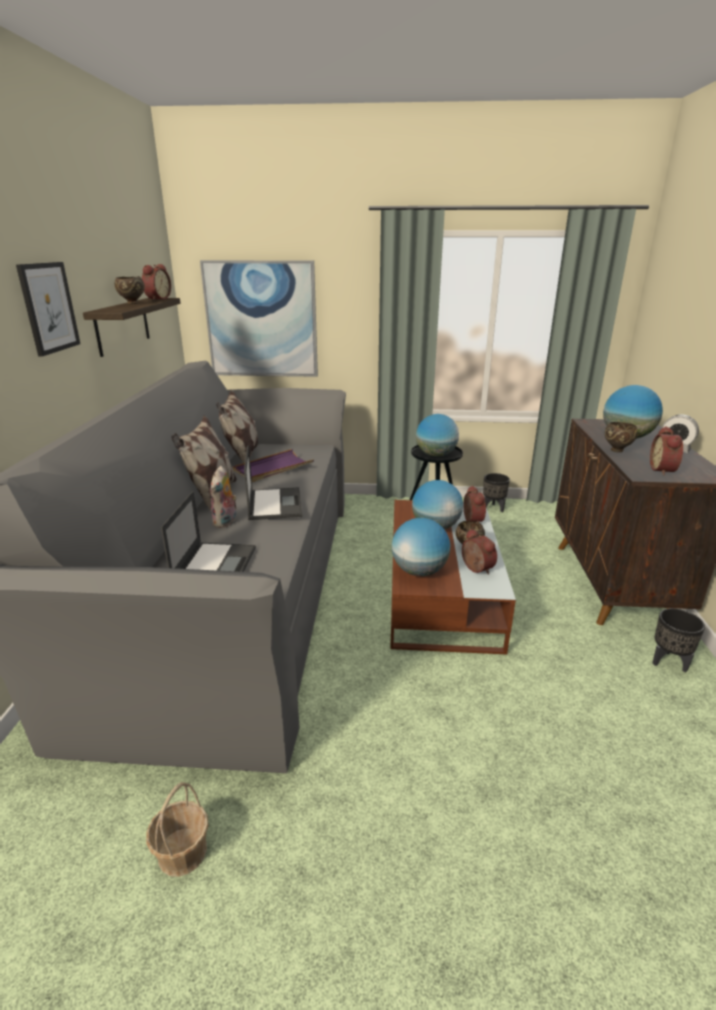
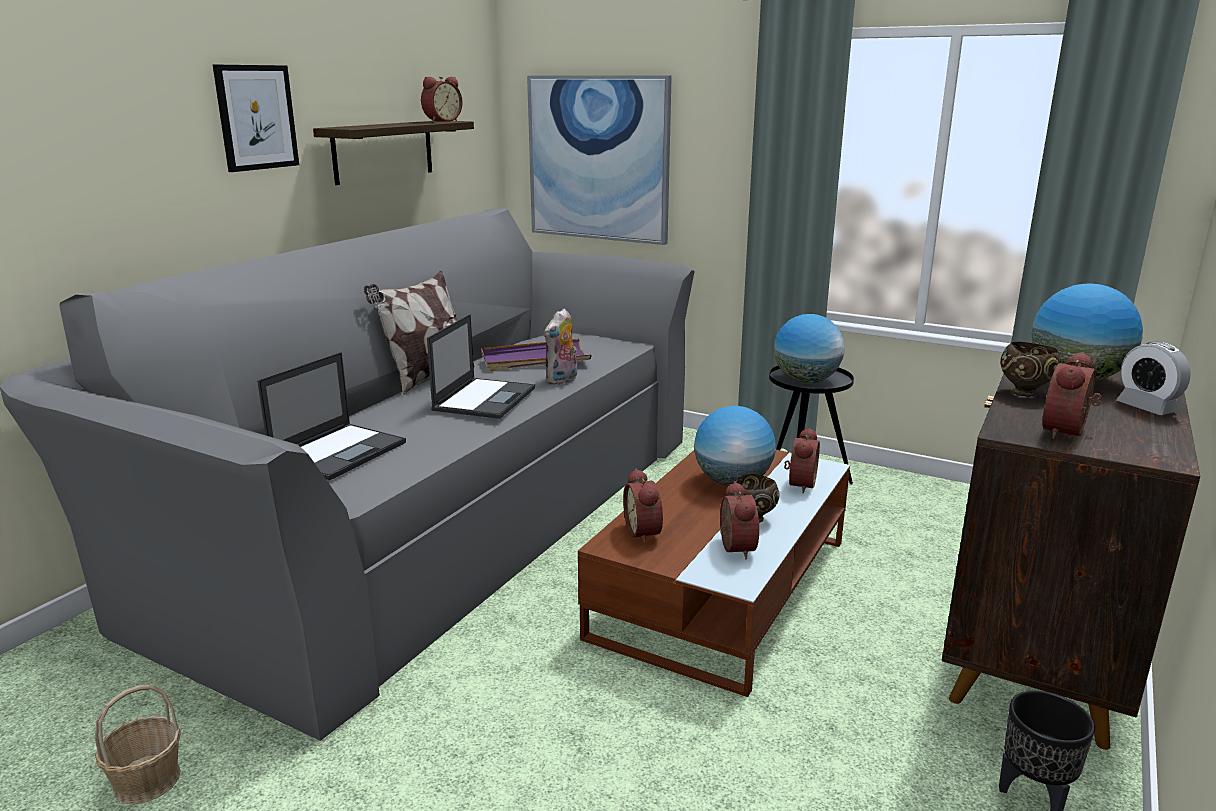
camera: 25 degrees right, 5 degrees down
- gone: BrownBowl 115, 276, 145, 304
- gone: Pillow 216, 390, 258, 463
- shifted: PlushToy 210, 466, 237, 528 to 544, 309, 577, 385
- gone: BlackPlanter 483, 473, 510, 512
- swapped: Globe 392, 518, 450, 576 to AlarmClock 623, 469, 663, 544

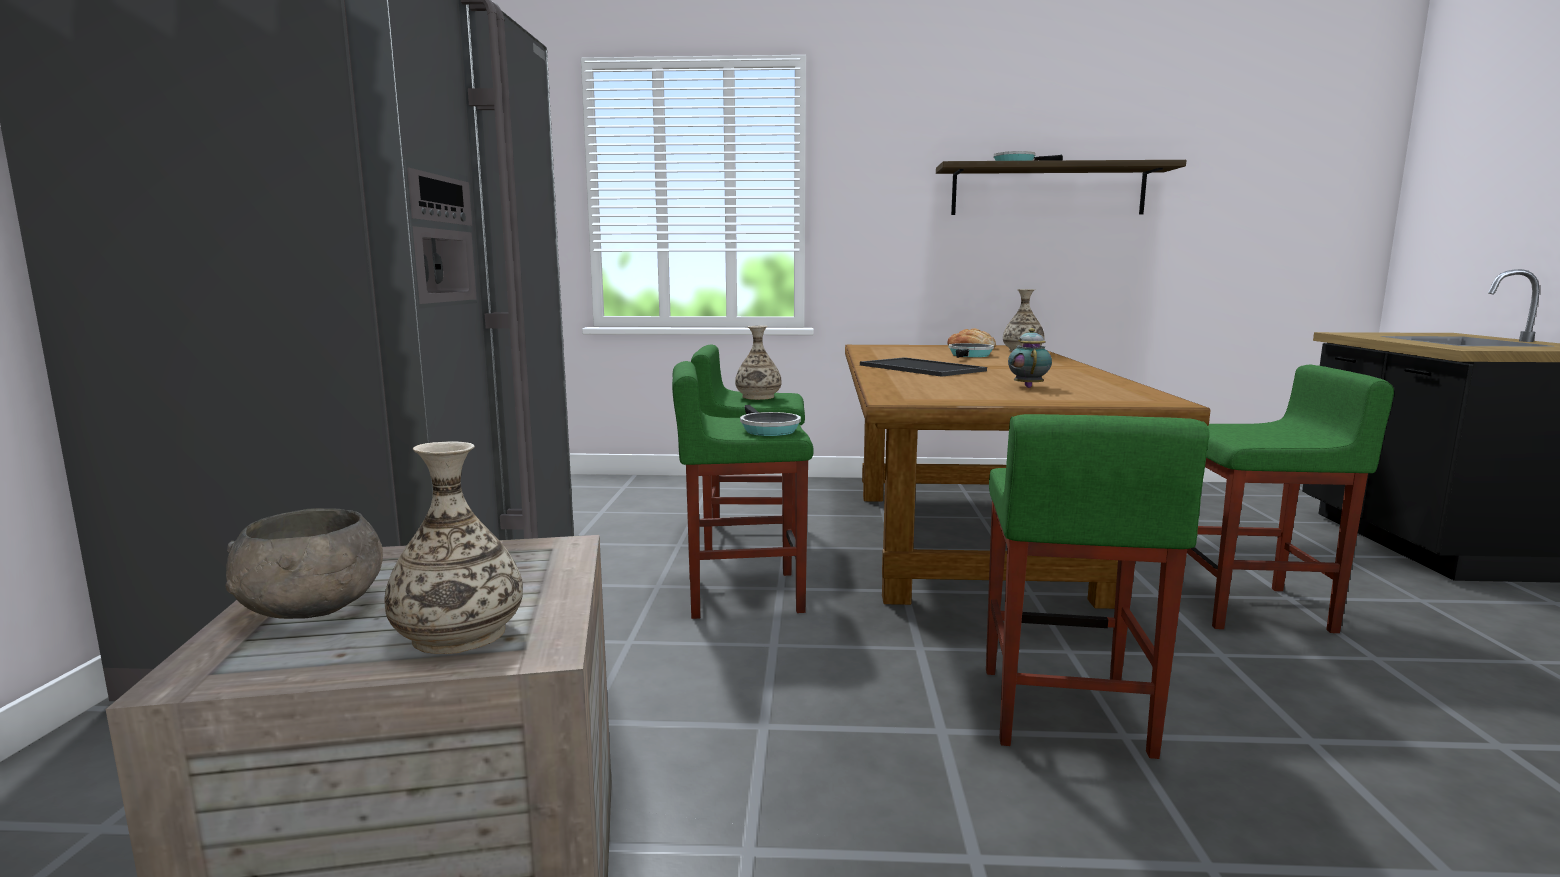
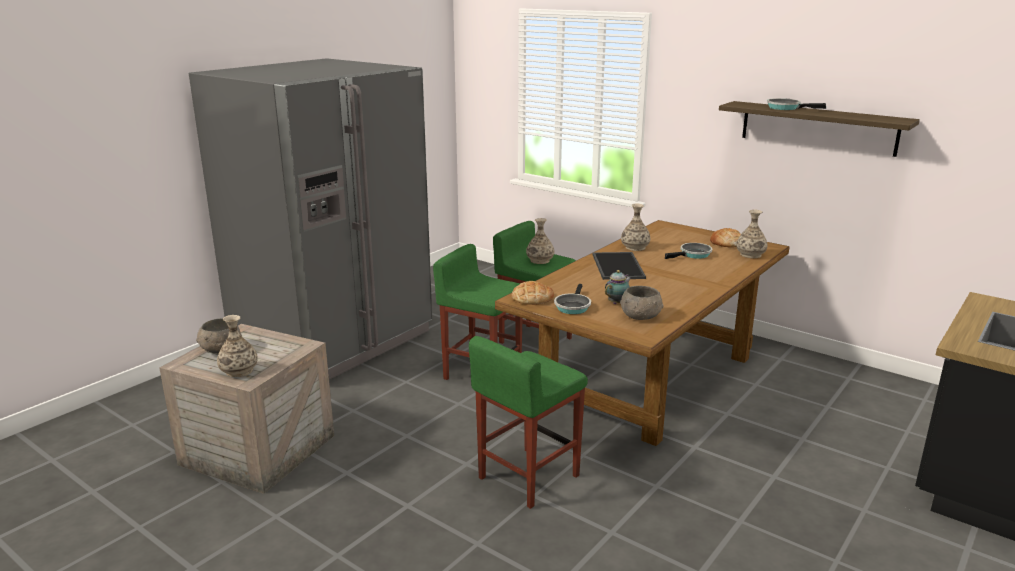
camera: 35 degrees right, 10 degrees up
- gone: GreenStool 1187, 365, 1394, 633
- shifted: FryingPan 740, 405, 801, 436 to 554, 284, 591, 314
- new: Vase 621, 204, 650, 251
- new: Bread 512, 281, 554, 305
- new: GreyBowl 620, 286, 663, 320

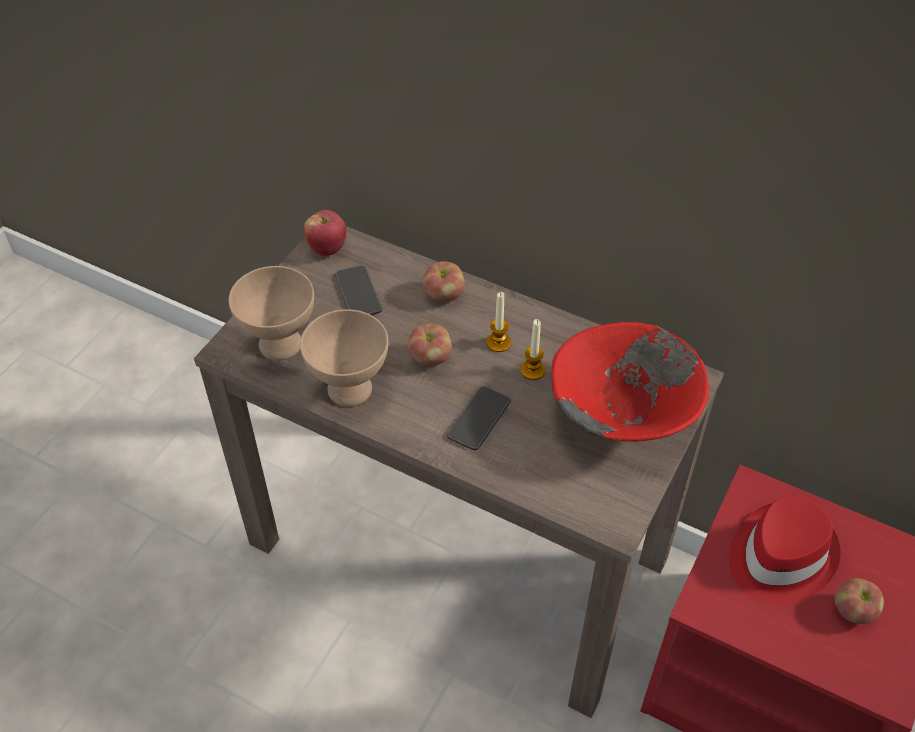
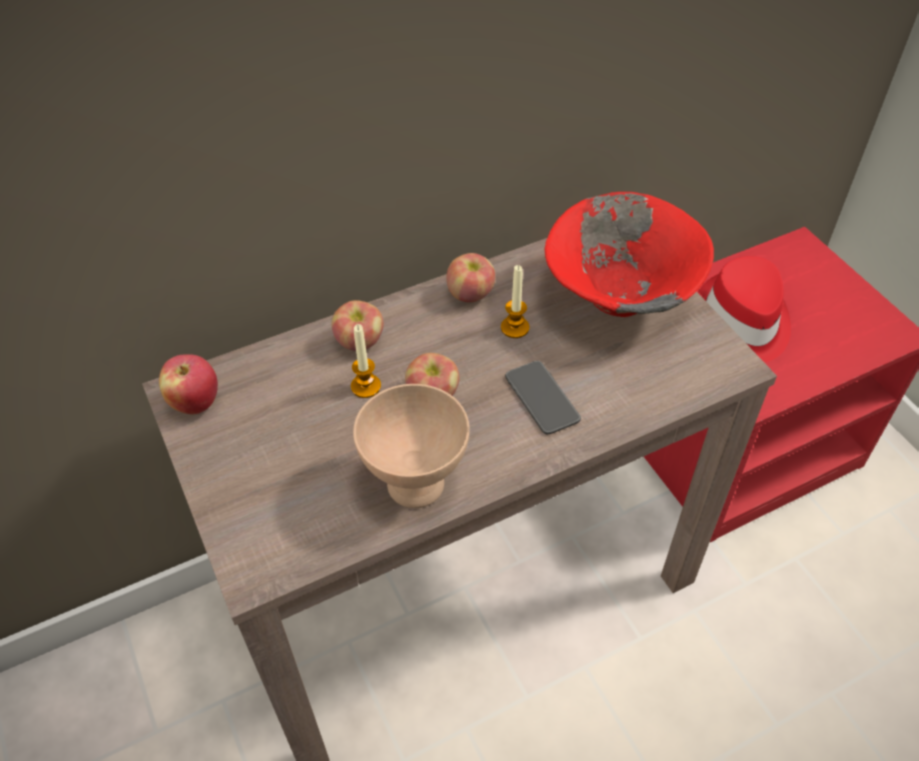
camera: 55 degrees left, 0 degrees up
- gone: Phone 335, 265, 382, 315
- gone: BeigeBowl 229, 266, 314, 360
- shifted: Candle 486, 292, 511, 352 to 351, 324, 381, 398
- shifted: Apple 835, 578, 884, 624 to 446, 253, 495, 302

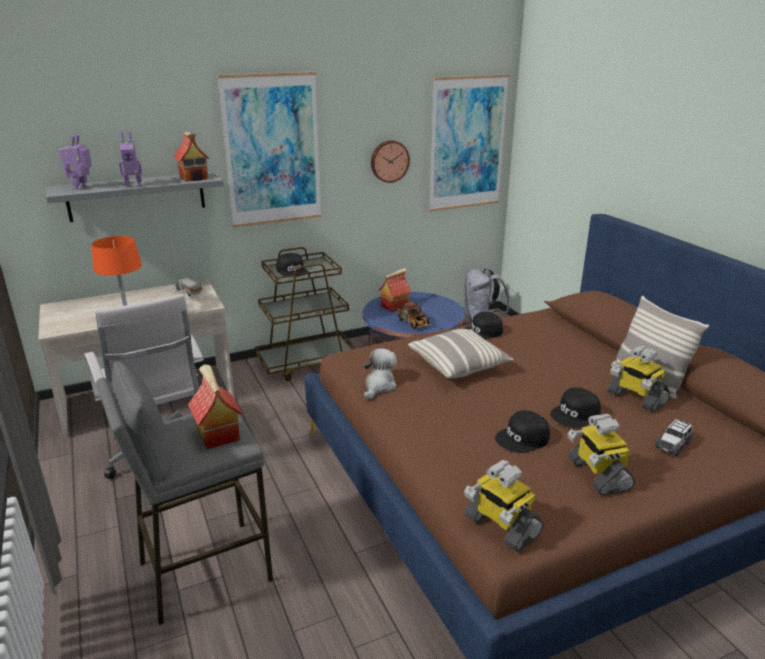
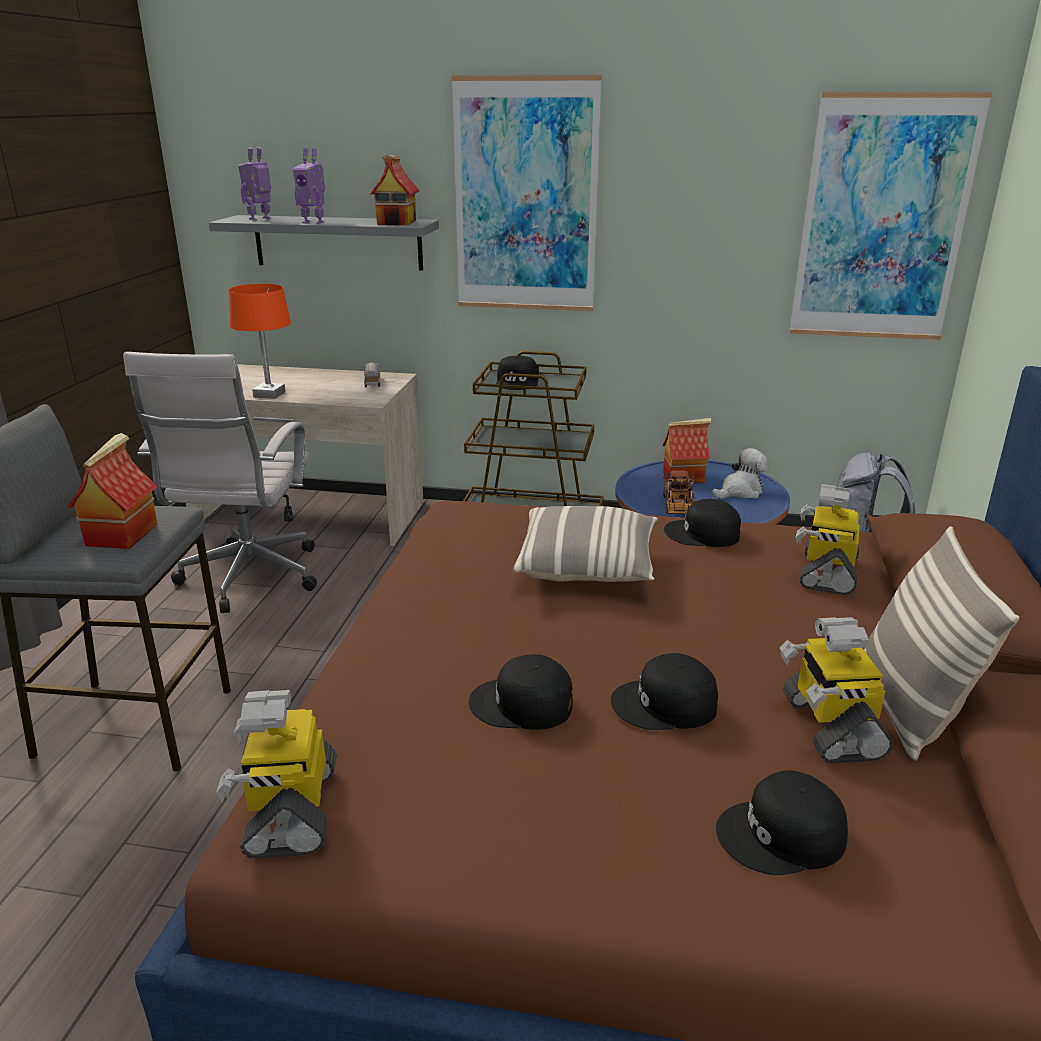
camera: 35 degrees right, 0 degrees up
- gone: WallClock 371, 140, 410, 183
- shifted: PlushToy 364, 348, 397, 400 to 712, 448, 768, 499
- shifted: ToyRobot 568, 414, 635, 496 to 796, 484, 860, 595
- swapped: ToyCar 654, 419, 693, 457 to BlackCap 716, 770, 848, 875

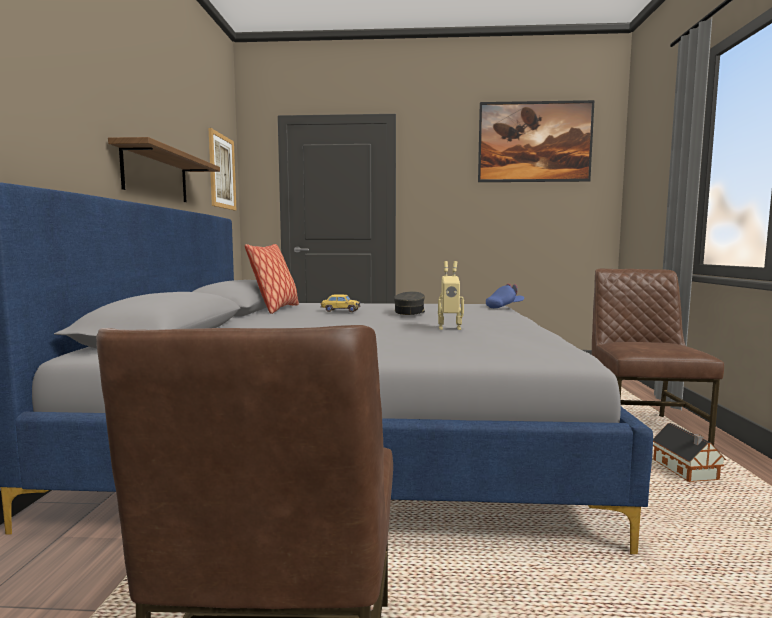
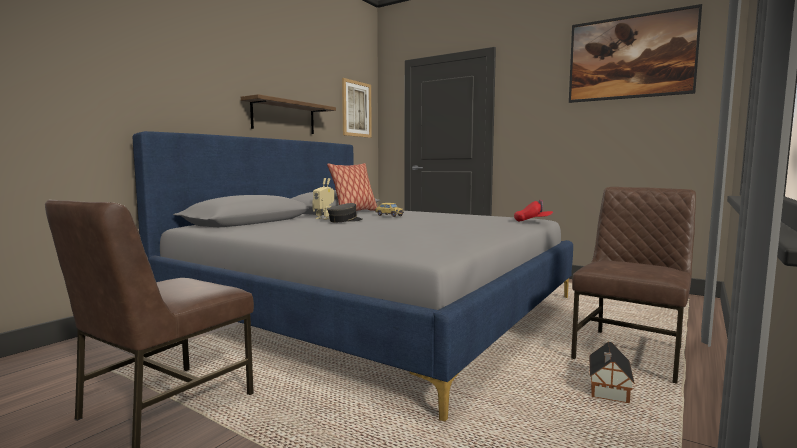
camera: 30 degrees right, 0 degrees up
- shifted: ToyRobot 438, 261, 464, 330 to 312, 178, 334, 220
- repainted: BlueCap 486, 284, 524, 308 to RedCap 514, 200, 553, 221
- shifted: GreyCap 394, 291, 425, 315 to 327, 203, 363, 222

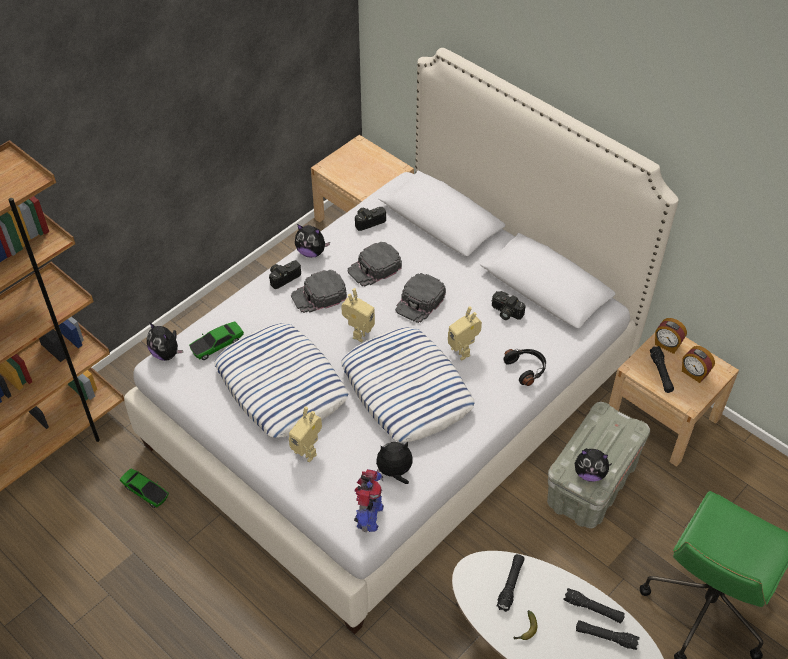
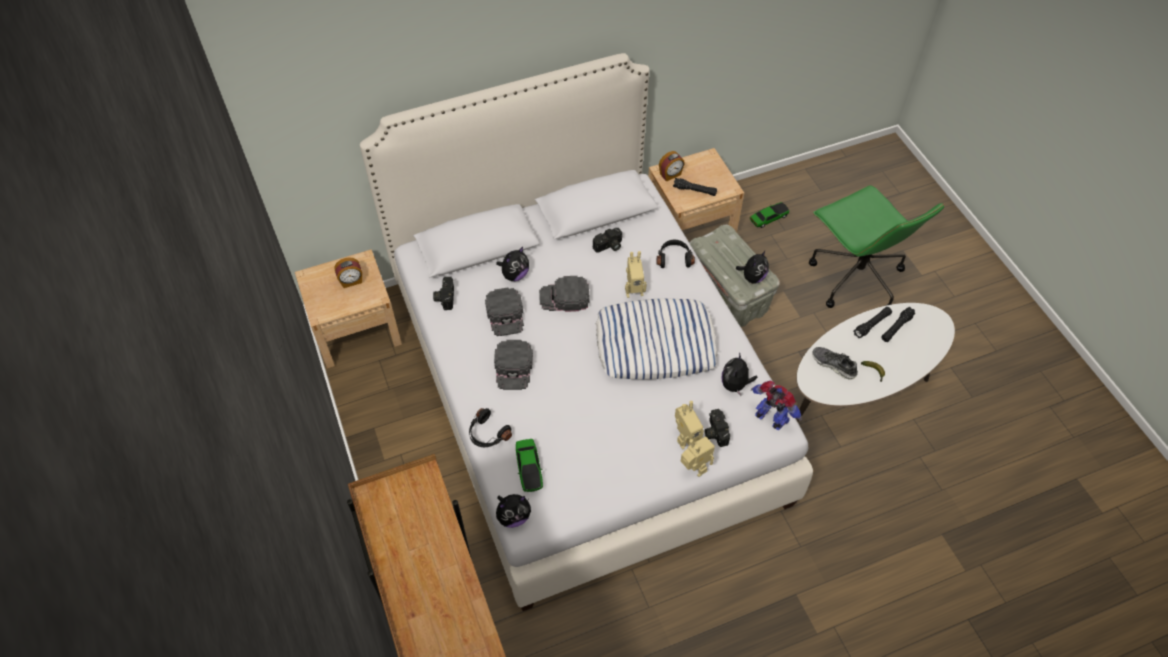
camera: 65 degrees left, 5 degrees up
- shifted: PlushToy 295, 224, 330, 258 to 496, 247, 529, 281
- shifted: PhotoCamera 269, 260, 301, 289 to 705, 409, 730, 447
- rotated: BlackCap 395, 273, 446, 323 = 539, 276, 589, 312 120 degrees clockwise
- shifted: ToyRobot 341, 288, 375, 342 to 681, 437, 715, 477
- gone: Pillow 214, 323, 349, 438
- shifted: AlarmClock 682, 346, 715, 383 to 335, 257, 362, 288
- shifted: ToyCar 120, 468, 169, 508 to 750, 202, 789, 228
- swapped: BlackFlashlight 497, 554, 524, 612 to Shoe 812, 347, 858, 380
- new: BlackHeadphones 469, 408, 512, 447

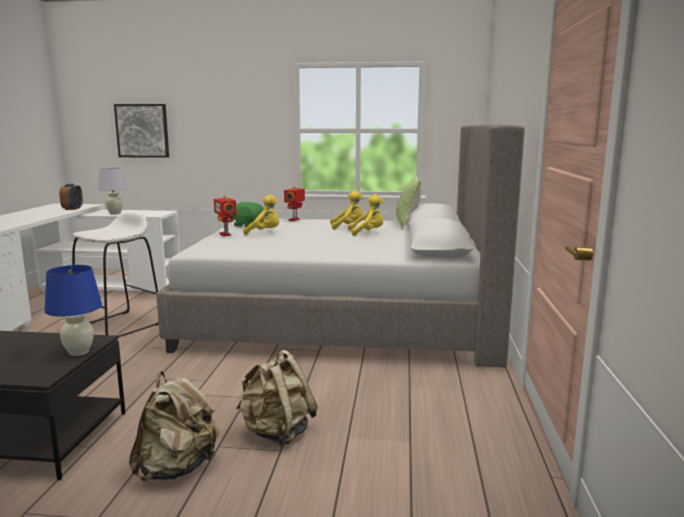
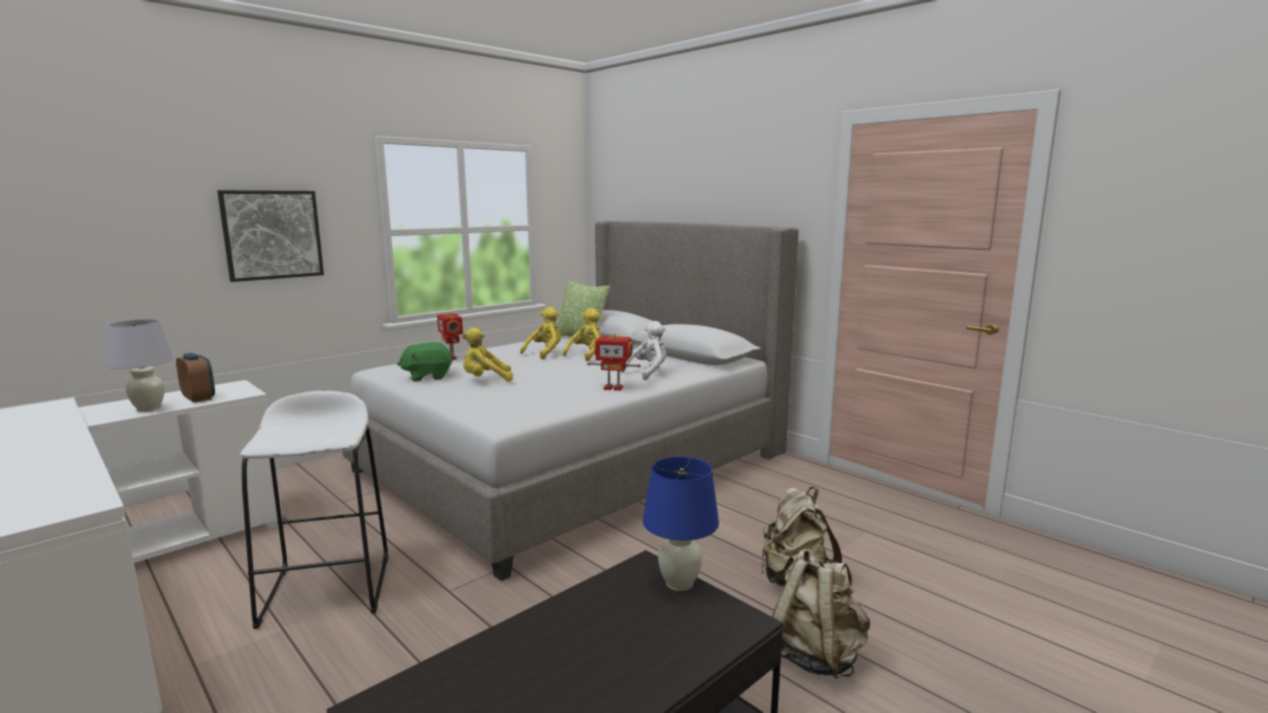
camera: 50 degrees left, 0 degrees up
- shifted: Picture 114, 104, 169, 158 to 217, 190, 324, 282
- shifted: AlarmClock 59, 184, 83, 210 to 176, 353, 215, 403
- rotated: YellowPlushToy 243, 194, 279, 235 = 462, 328, 513, 382 150 degrees counterclockwise
- shifted: ToyRobot 214, 195, 237, 236 to 587, 333, 641, 391
- new: WhitePlushToy 621, 321, 666, 380

